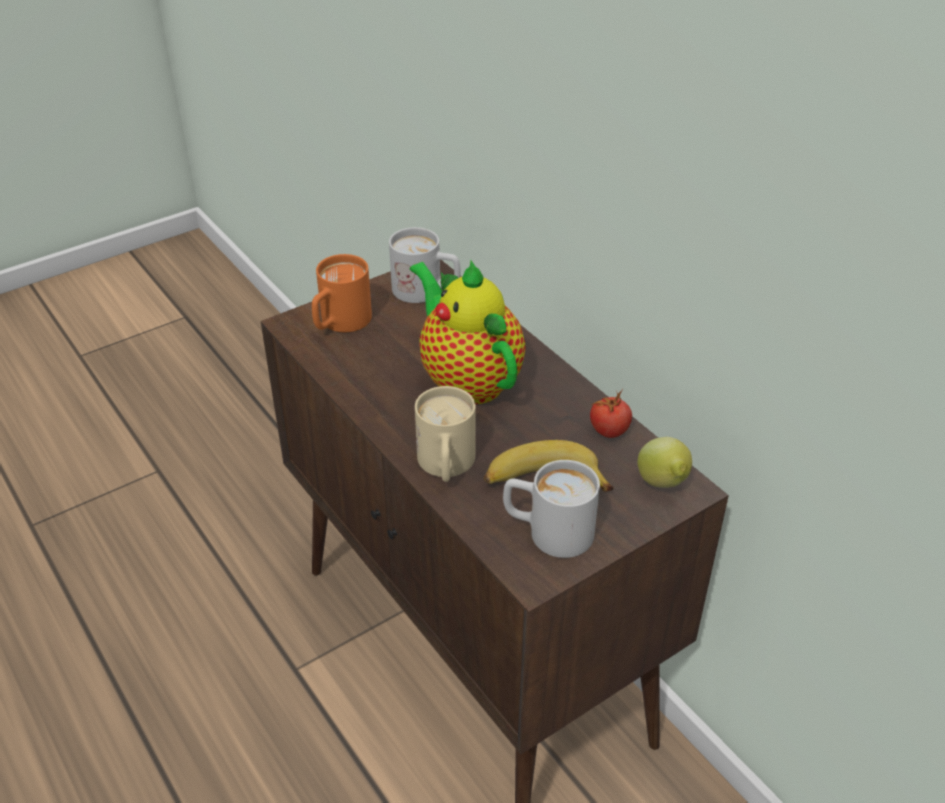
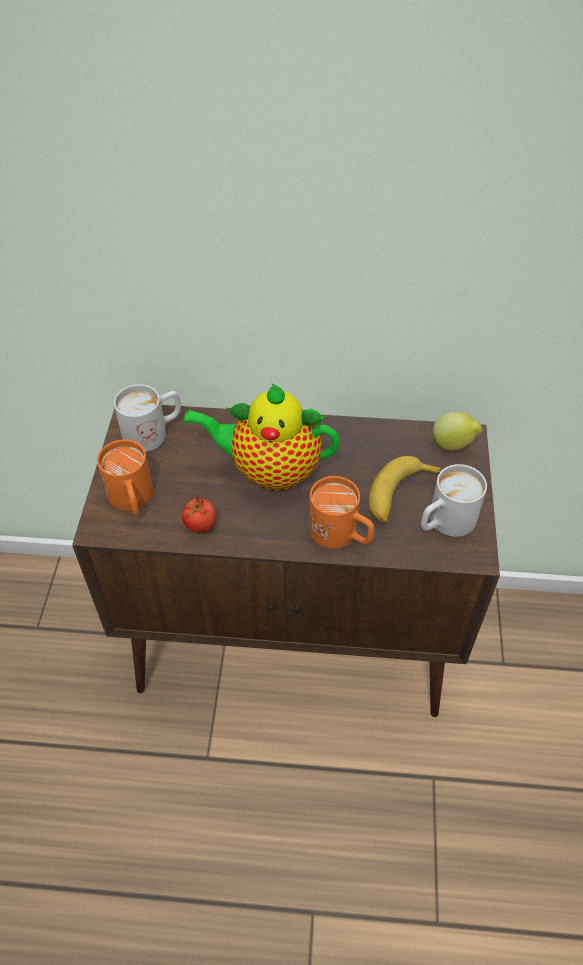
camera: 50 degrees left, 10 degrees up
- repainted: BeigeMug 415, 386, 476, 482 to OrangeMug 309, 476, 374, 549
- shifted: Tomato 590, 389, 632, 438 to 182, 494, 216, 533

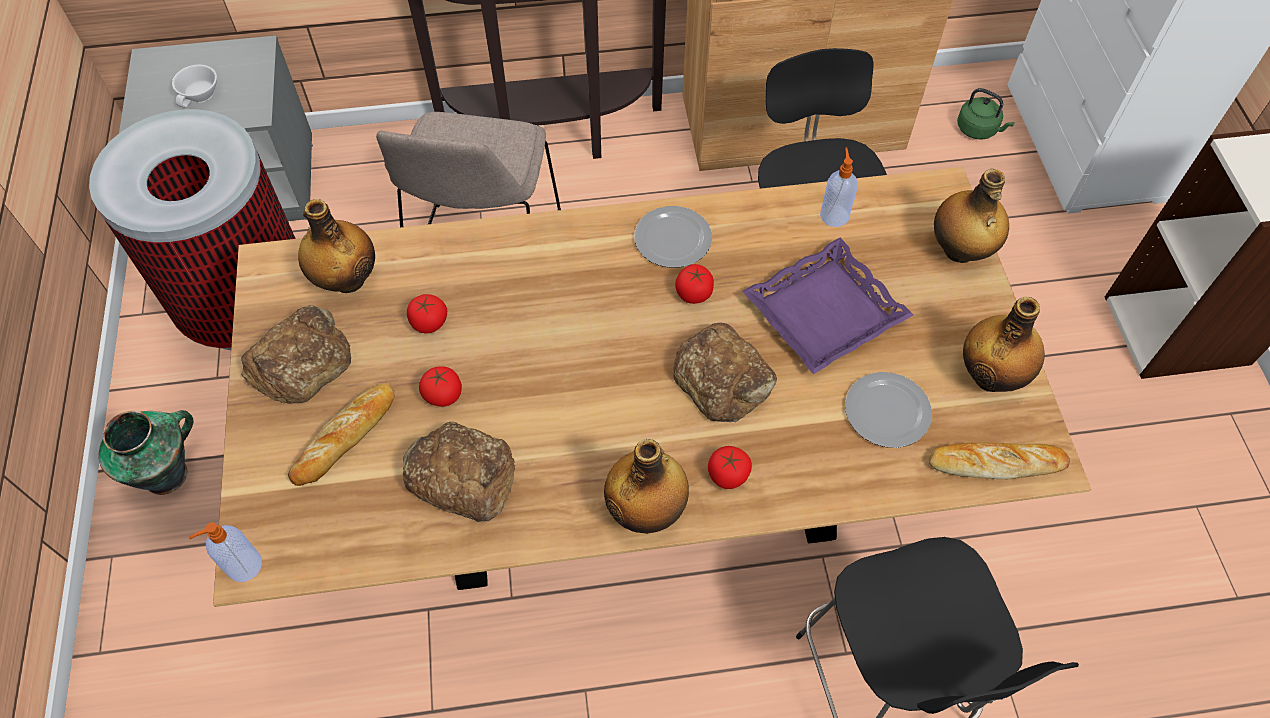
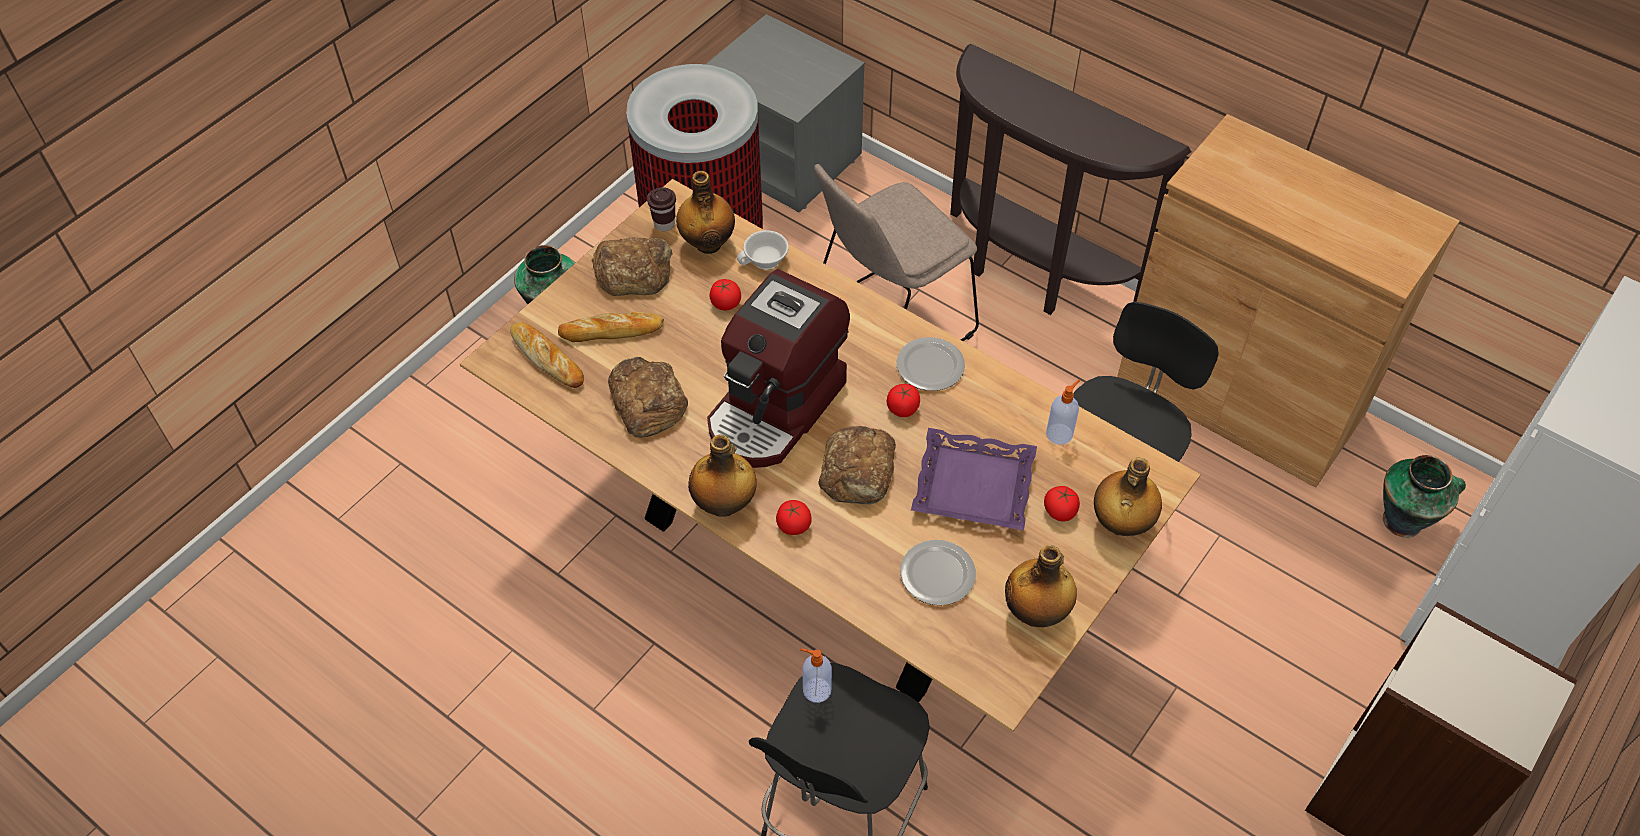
camera: 45 degrees right, 5 degrees down
- shifted: WhiteCup 172, 64, 217, 108 to 737, 230, 789, 270
- swapped: GreenKettle 957, 88, 1015, 140 to Vase 1383, 455, 1466, 538
- shifted: Tomato 419, 366, 462, 407 to 1044, 486, 1080, 522
- shifted: Bread 929, 442, 1070, 479 to 510, 322, 584, 388
- shifted: SoapDispenser 189, 522, 262, 582 to 800, 648, 832, 703
- new: BrownCup 647, 187, 676, 231
- new: CoffeeMachine 707, 269, 850, 468

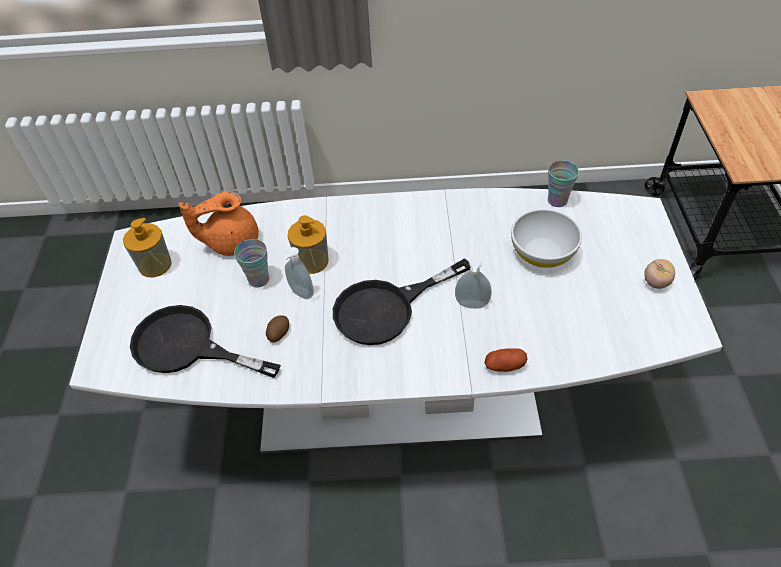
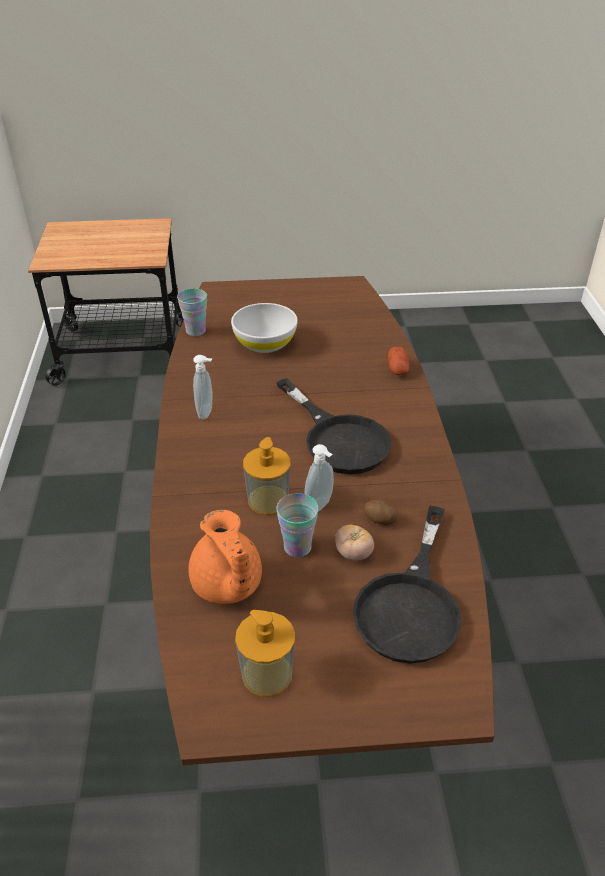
camera: 95 degrees left, 10 degrees down
- repainted: WhiteDiningTable 69, 188, 722, 454 to BrownDiningTable 150, 276, 495, 765
- shifted: SoapDispenser 455, 258, 492, 309 to 193, 355, 212, 419
- shifted: Tomato 644, 259, 675, 289 to 335, 525, 374, 561

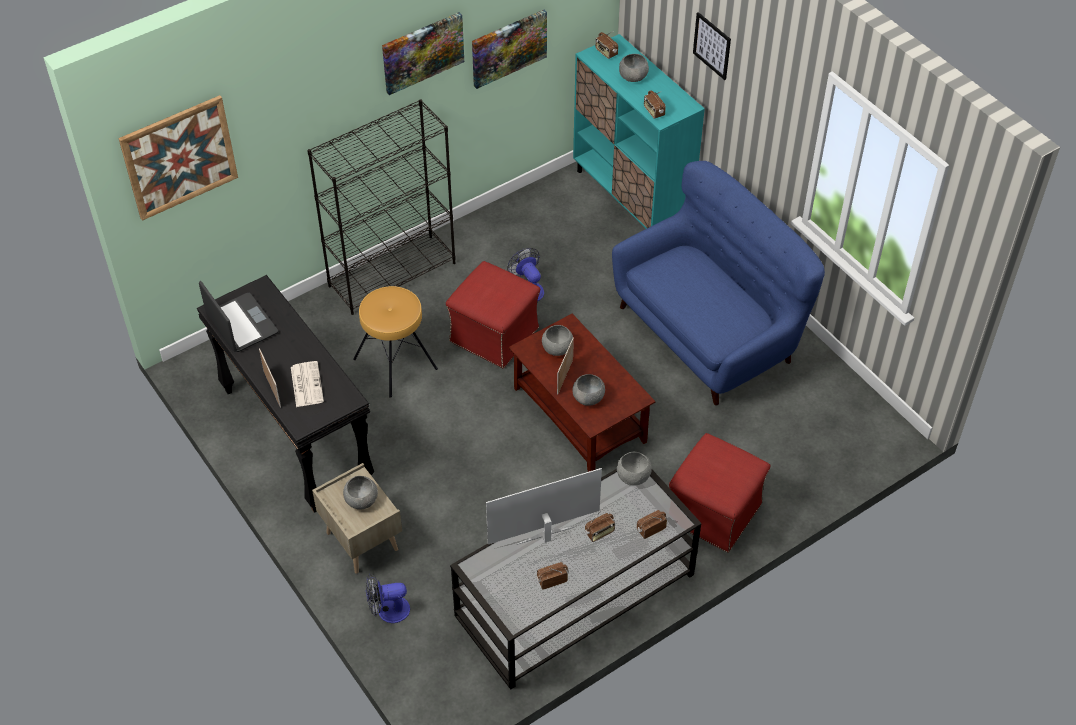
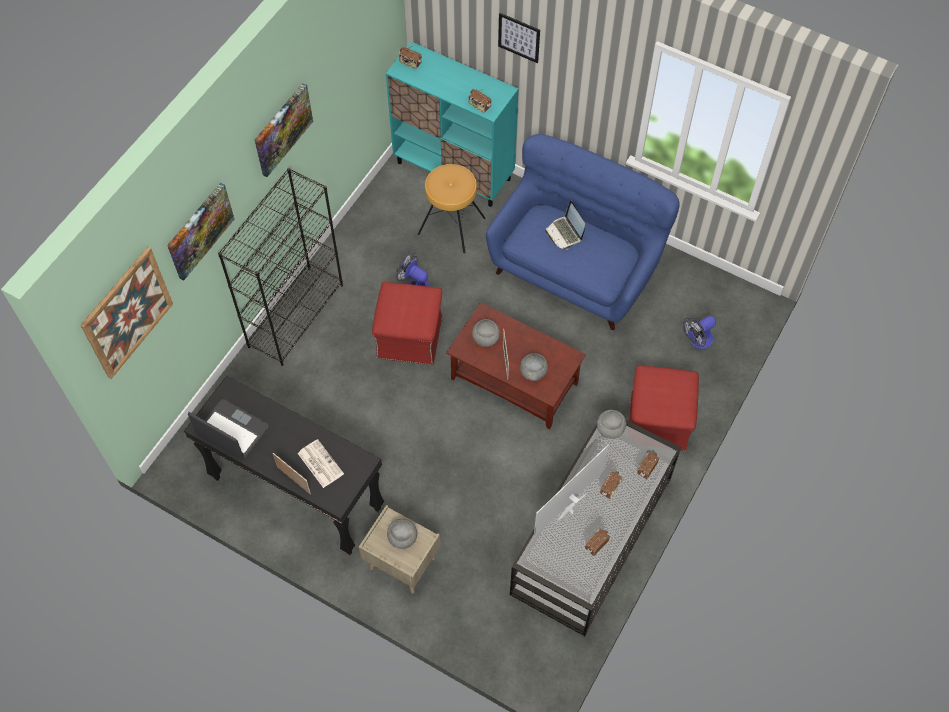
camera: 25 degrees left, 10 degrees up
- shifted: Picture 472, 10, 547, 89 to 167, 183, 234, 280
- gone: GreyBowl 619, 54, 649, 82
- shifted: BrownStool 353, 286, 438, 398 to 418, 164, 486, 253
- shifted: Fan 366, 574, 410, 623 to 683, 316, 716, 349
- new: Laptop 545, 200, 585, 250

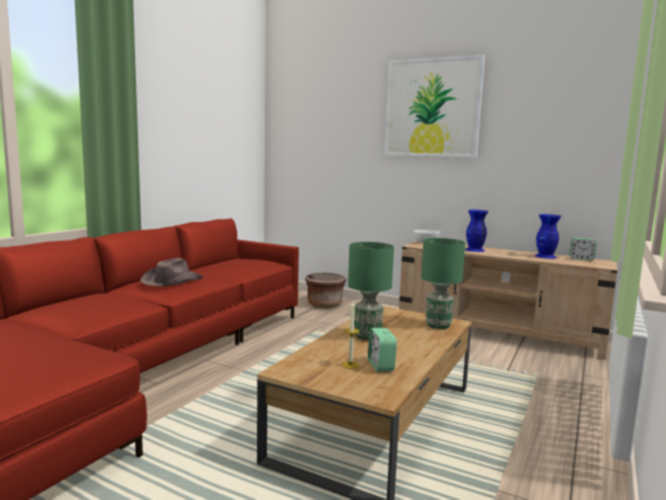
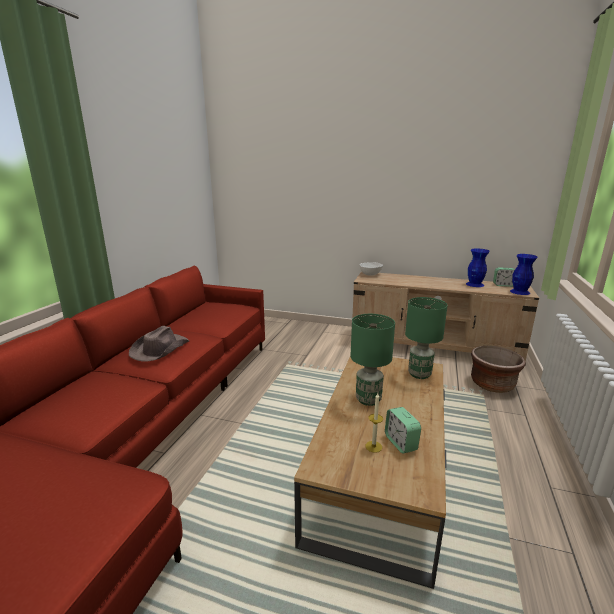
camera: 10 degrees left, 10 degrees up
- gone: Picture 384, 55, 485, 158
- shifted: BlueVase 465, 210, 488, 252 to 510, 254, 538, 295
- shifted: BrownPlanter 305, 273, 347, 308 to 471, 346, 526, 393

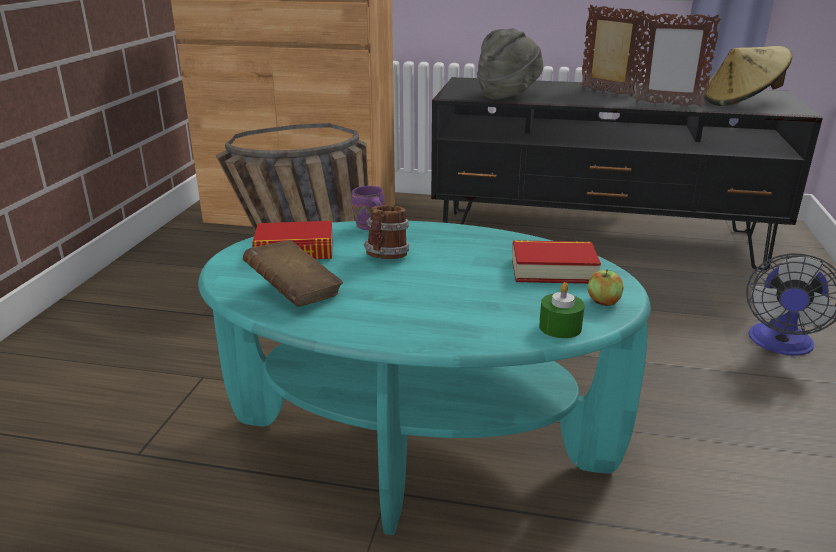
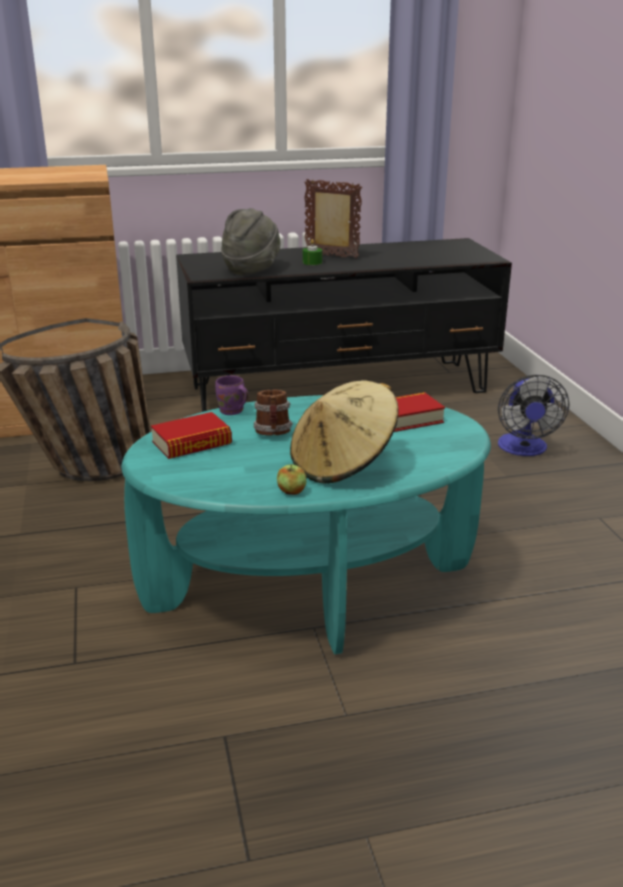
camera: 25 degrees left, 0 degrees up
- gone: PictureFrame 634, 13, 721, 107
- shifted: BeigeHat 704, 46, 792, 106 to 290, 380, 399, 484
- gone: BrownBook 243, 240, 343, 307
- shifted: Apple 588, 269, 624, 306 to 277, 464, 306, 495
- shifted: GreenCandle 539, 282, 585, 339 to 303, 239, 322, 265

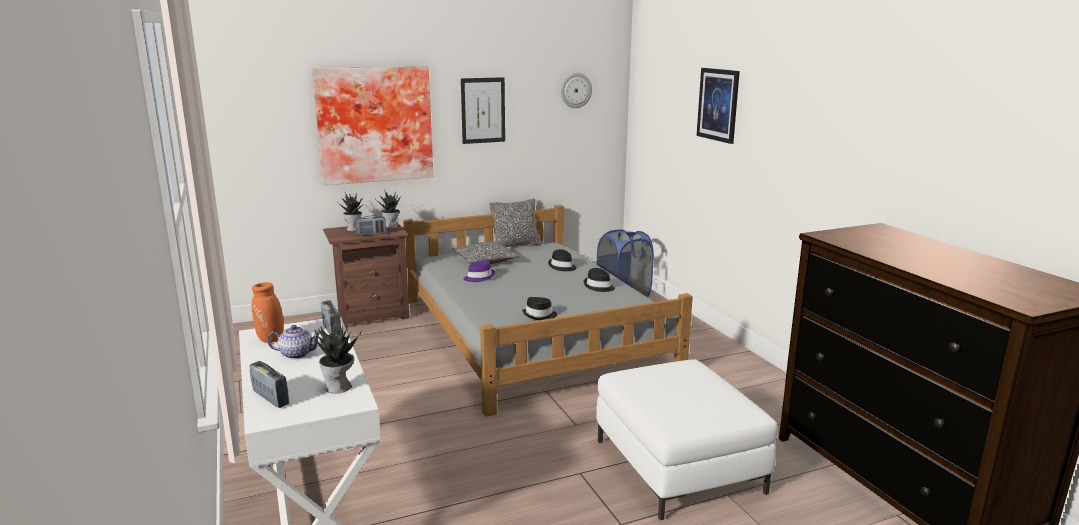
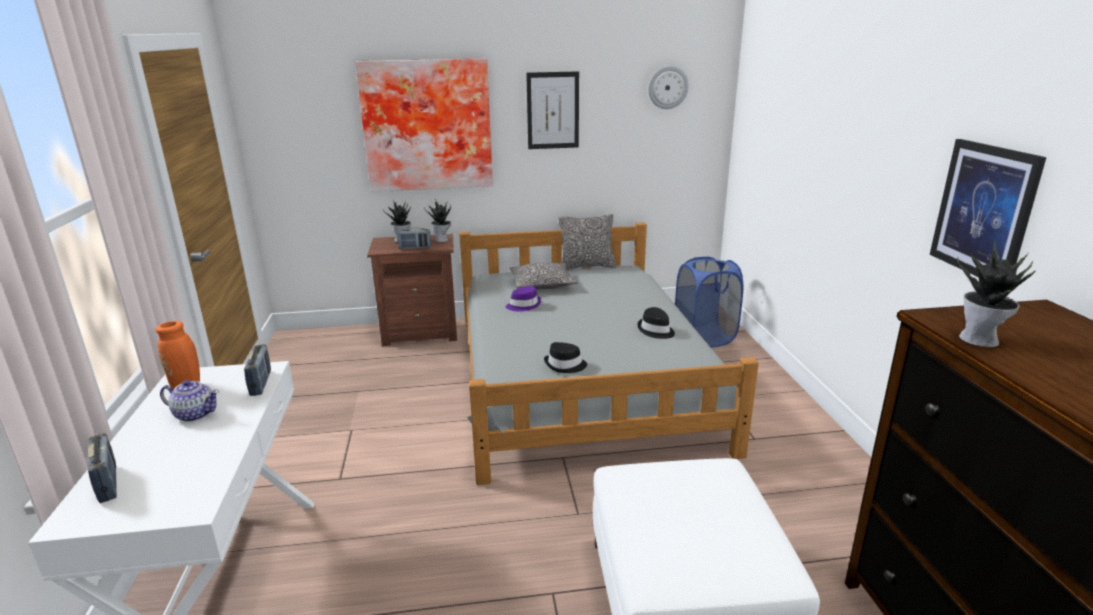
camera: 15 degrees right, 5 degrees up
- shifted: Picture 696, 68, 740, 144 to 930, 139, 1047, 277
- gone: BlackHat 548, 249, 576, 271
- shifted: PottedPlant 313, 318, 361, 394 to 957, 241, 1035, 347

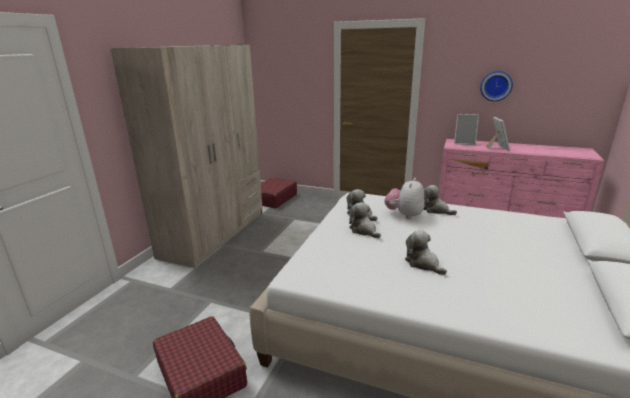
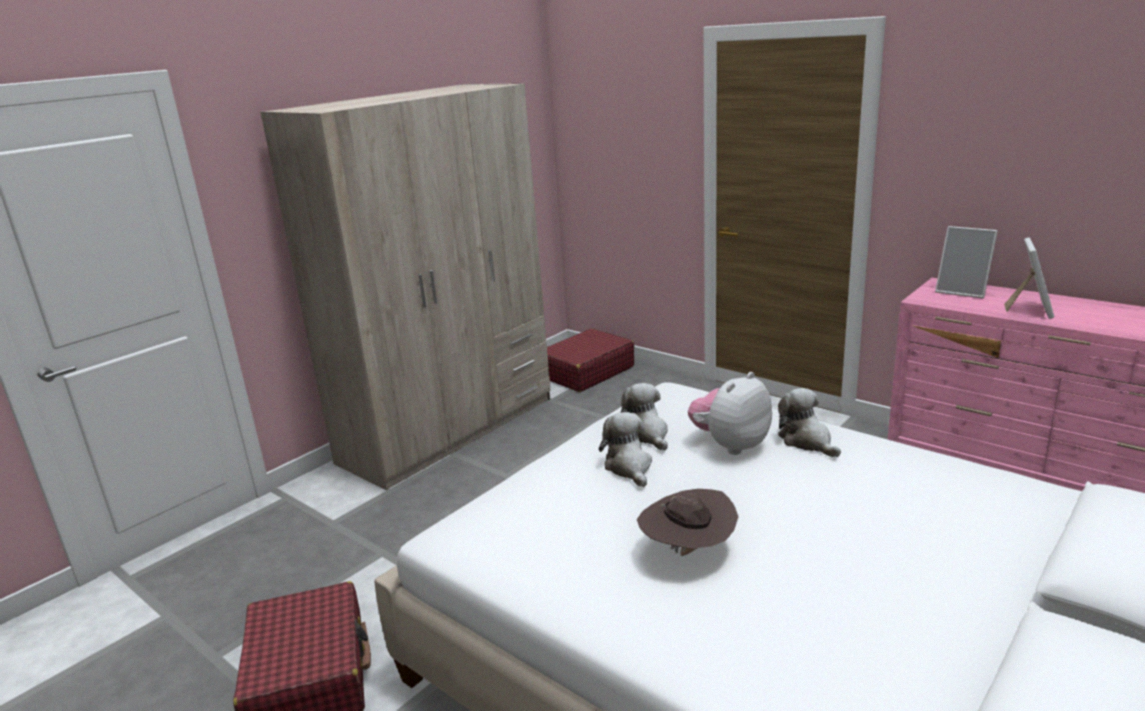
camera: 20 degrees right, 0 degrees up
- gone: WallClock 480, 71, 513, 101
- swapped: PlushToy 405, 231, 447, 275 to BrownHat 636, 489, 738, 556

